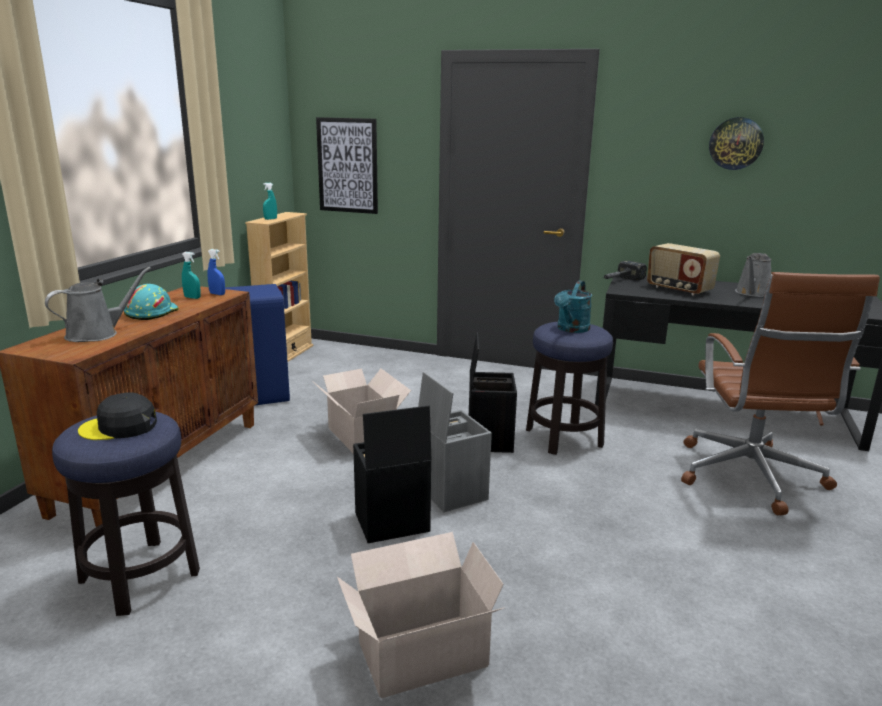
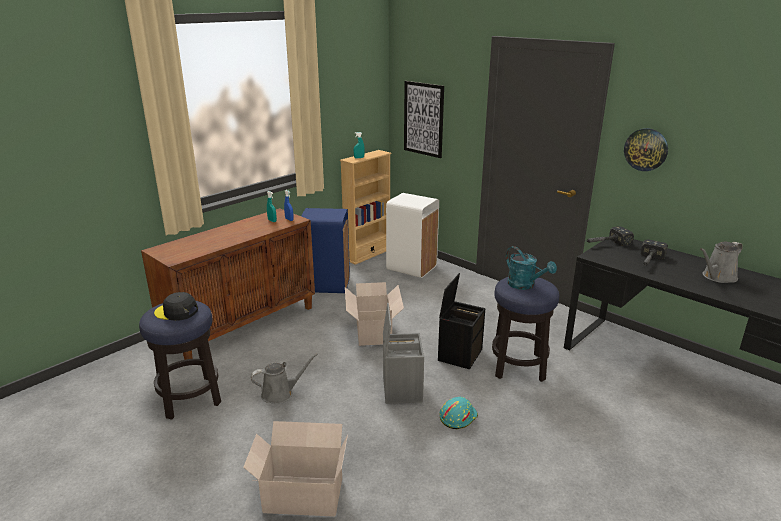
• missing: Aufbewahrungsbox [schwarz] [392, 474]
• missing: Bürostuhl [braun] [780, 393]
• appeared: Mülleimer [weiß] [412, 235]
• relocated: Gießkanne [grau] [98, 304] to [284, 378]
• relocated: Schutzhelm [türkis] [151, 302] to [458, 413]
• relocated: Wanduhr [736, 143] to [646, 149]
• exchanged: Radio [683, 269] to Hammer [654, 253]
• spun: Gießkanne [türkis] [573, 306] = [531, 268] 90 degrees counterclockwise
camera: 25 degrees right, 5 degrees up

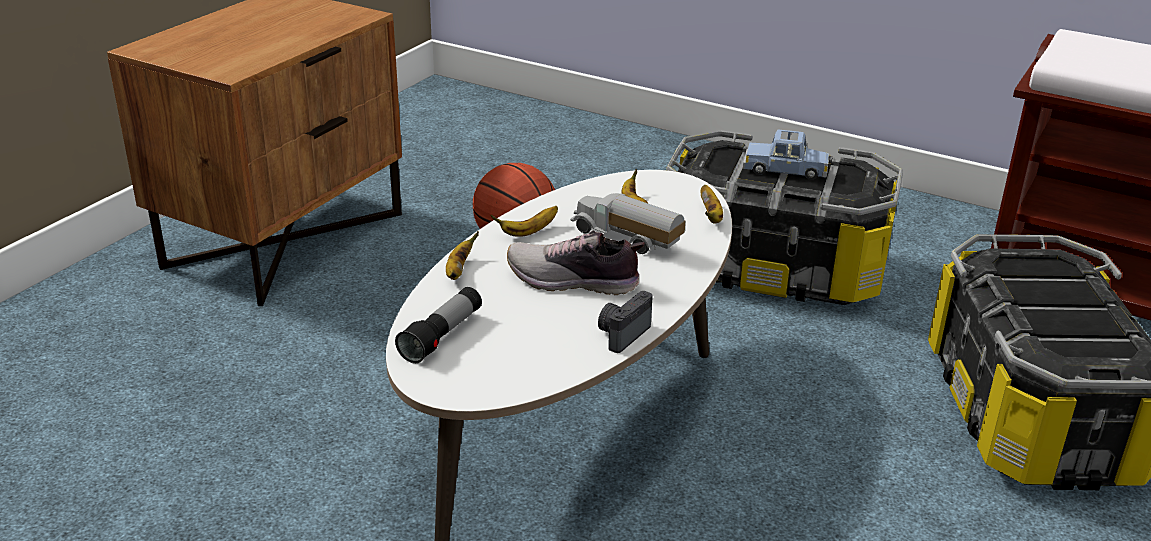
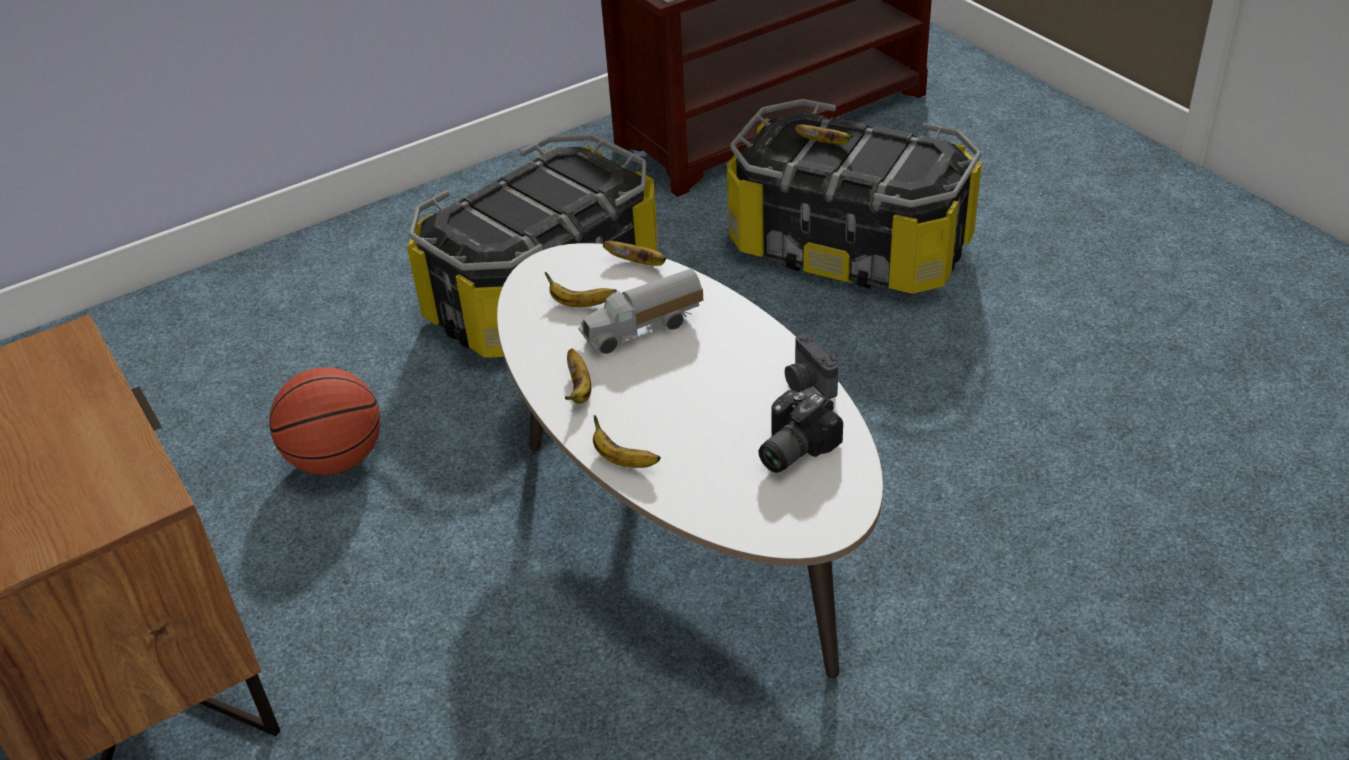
• missing: Taschenlampe [438, 325]
• missing: Schuh [576, 262]
• missing: Spielzeugauto [blau] [786, 154]
• appeared: Kamera [801, 431]
• appeared: Banane [824, 134]
camera: 60 degrees left, 10 degrees up

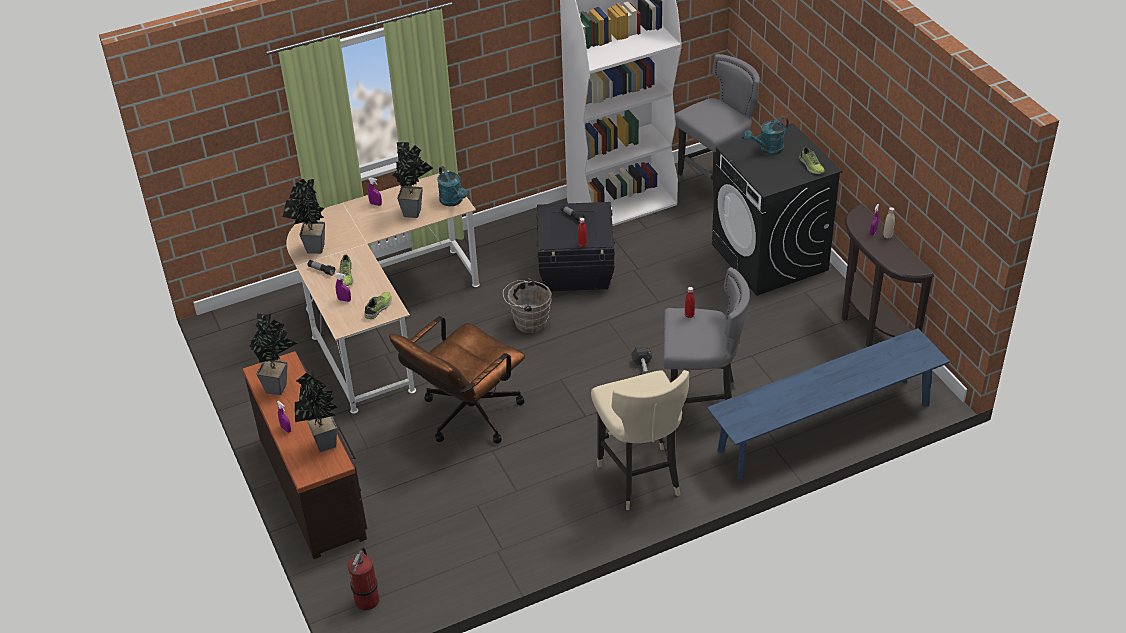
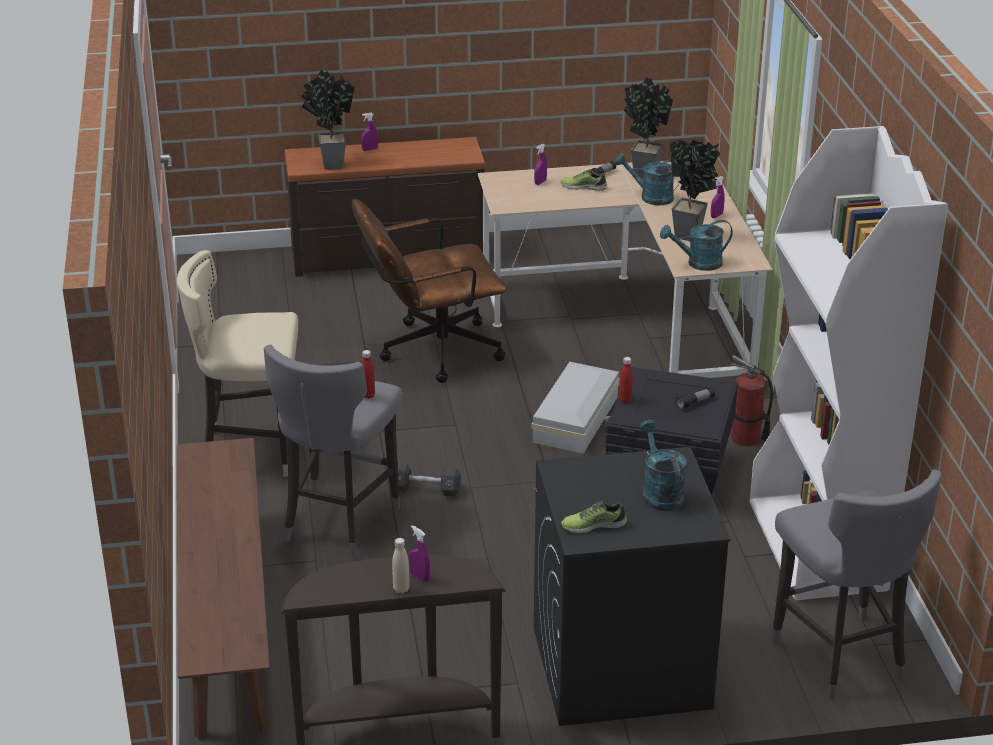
• missing: Topfpflanze [273, 354]
• missing: Schuh [377, 305]
• appeared: Gießkanne [türkis] [647, 179]
• relocated: Feuerlöscher [363, 578] to [752, 401]
• exchanged: Eimer [braun] [527, 305] to Aufbewahrungsbox [weiß] [575, 408]
• colour: Bank [blau] [828, 403] to Bank [braun] [223, 589]
• spun: Bürostuhl [braun] [457, 380] = [429, 291] 75 degrees counterclockwise
camera: 105 degrees right, 10 degrees down

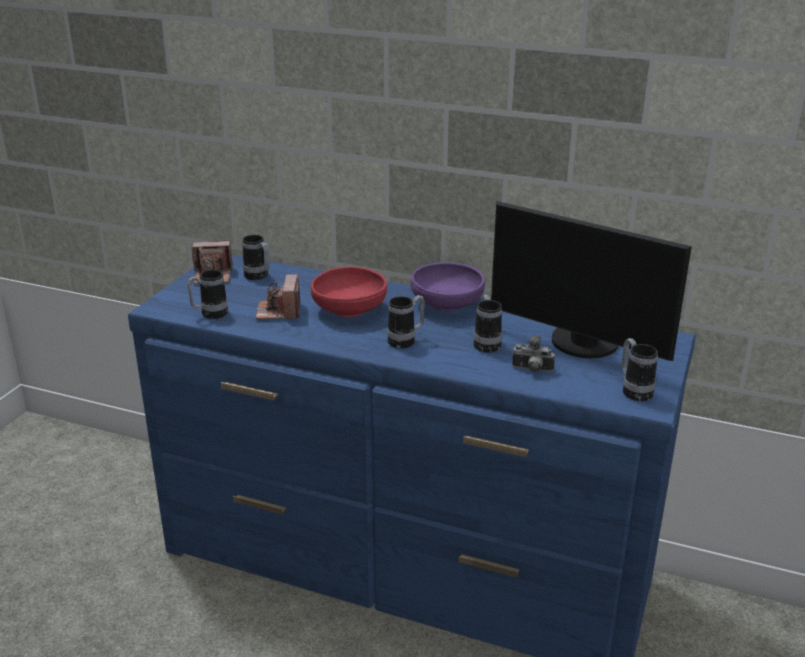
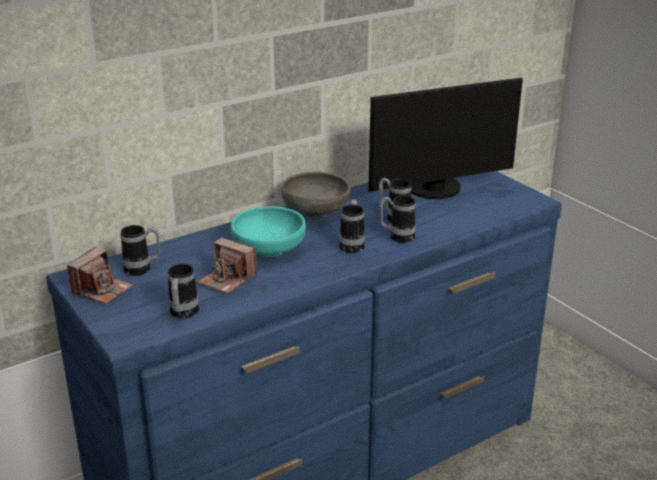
• missing: Kamera [533, 353]
• relocated: Henkelbecher [639, 369] to [398, 219]
• colour: Schüssel [rot] [349, 291] to Schüssel [türkis] [268, 231]
• colour: Schüssel [lila] [447, 287] to Schüssel [grau] [316, 194]
camera: 55 degrees left, 0 degrees up

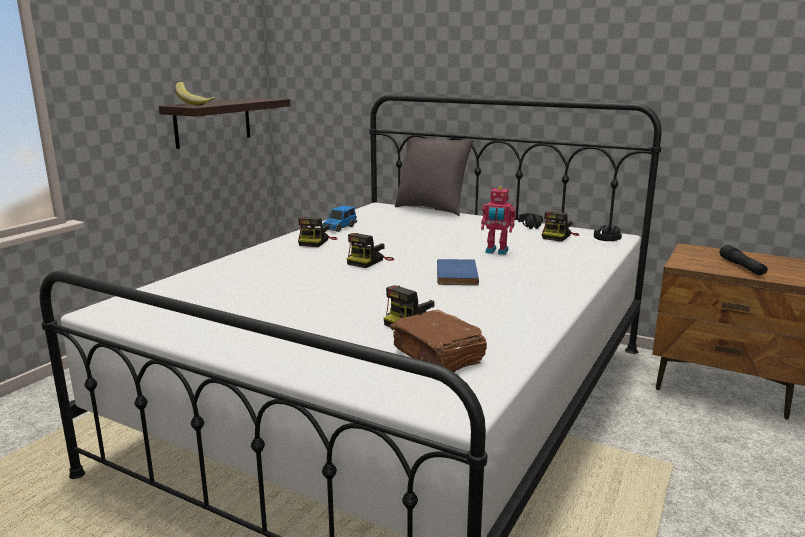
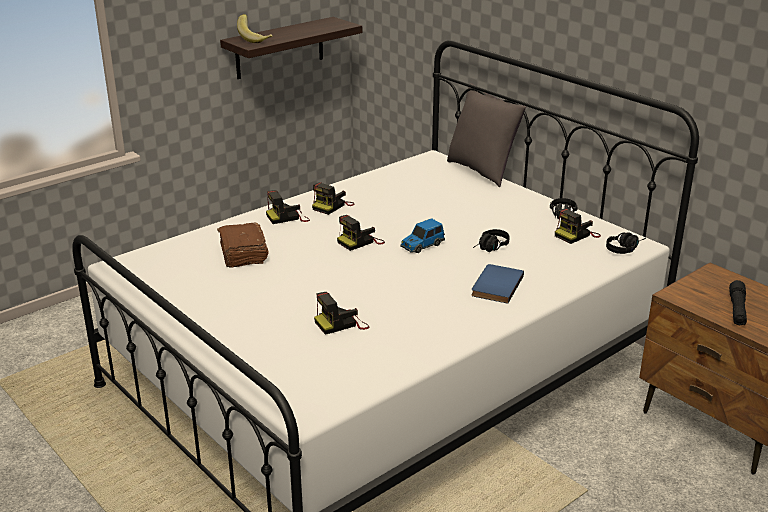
• appeared: Kamera [288, 207]
• relocated: Spielzeugauto [339, 218] to [422, 235]
• relocated: Buch [braun] [438, 341] to [243, 245]
• relocated: Buch [blau] [458, 272] to [497, 284]
• exchanged: Spielzeugroboter [498, 220] to Kopfhörer [schwarz] [491, 240]
camera: 20 degrees right, 10 degrees up

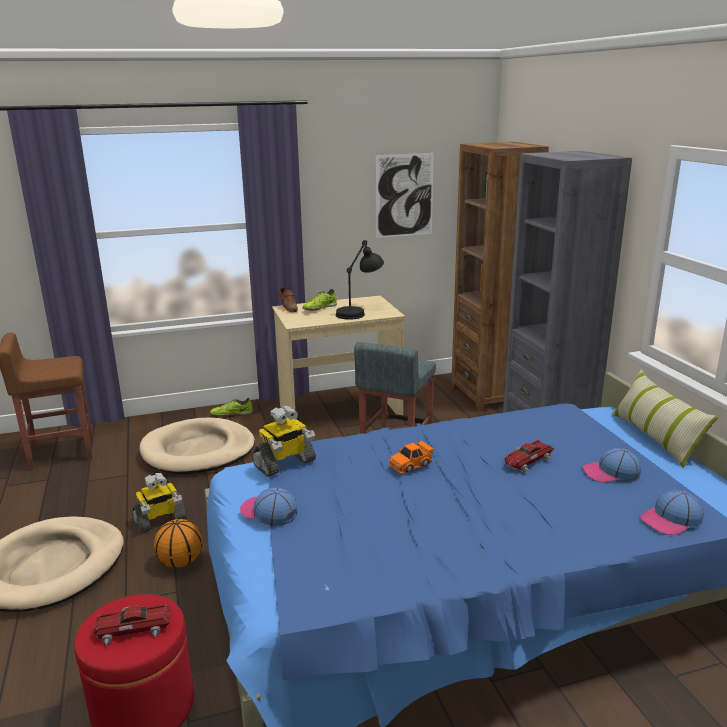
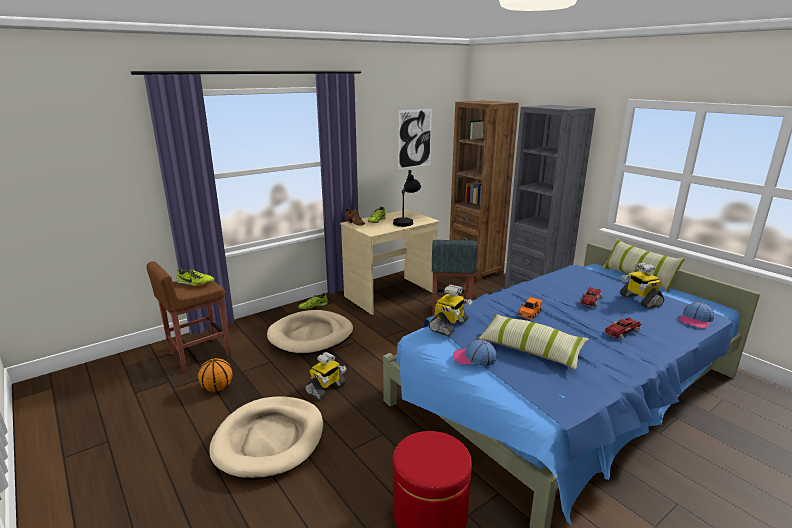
• appeared: Schuh [195, 277]
• appeared: Kissen [533, 342]
• relocated: Spielzeugauto [131, 624] to [623, 328]
• relocated: Basketball [178, 543] to [215, 375]
• exchanged: Kappe [611, 465] to Spielzeugroboter [642, 286]
camera: 20 degrees left, 0 degrees up

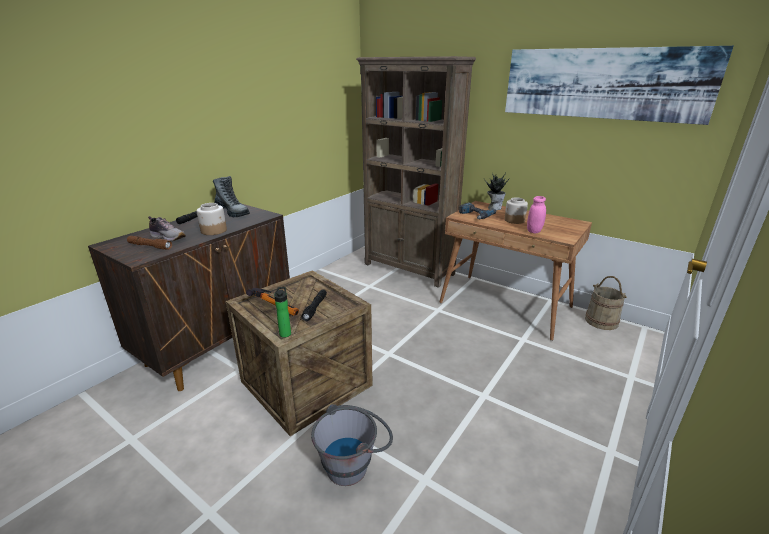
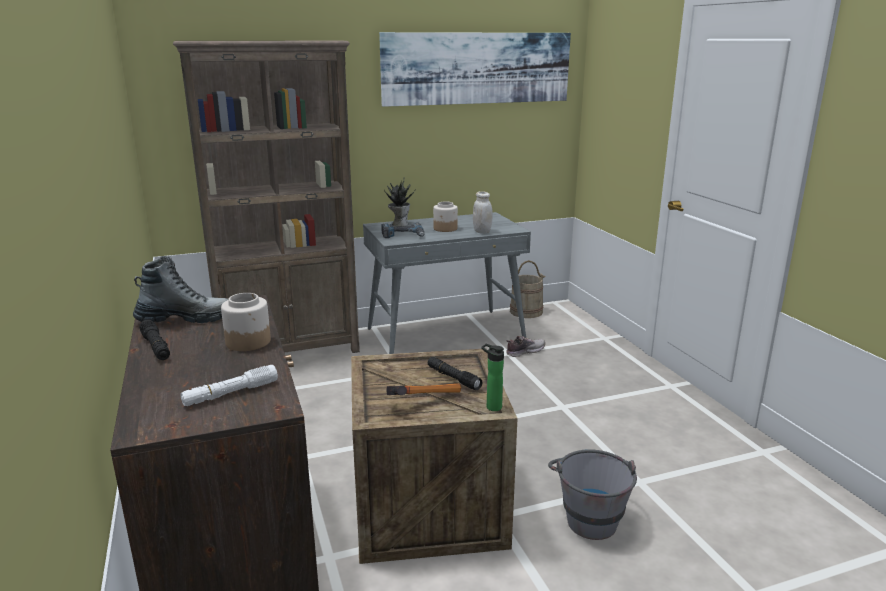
• relocated: Schuh [167, 228] to [525, 346]
• colour: Taschenlampe [braun] [149, 243] to Taschenlampe [weiß] [229, 385]
• colour: Schreibtisch [braun] [515, 271] to Schreibtisch [grau] [447, 283]
• colour: Vorratsglas [rosa] [536, 214] to Vorratsglas [weiß] [483, 212]
camera: 55 degrees left, 5 degrees down

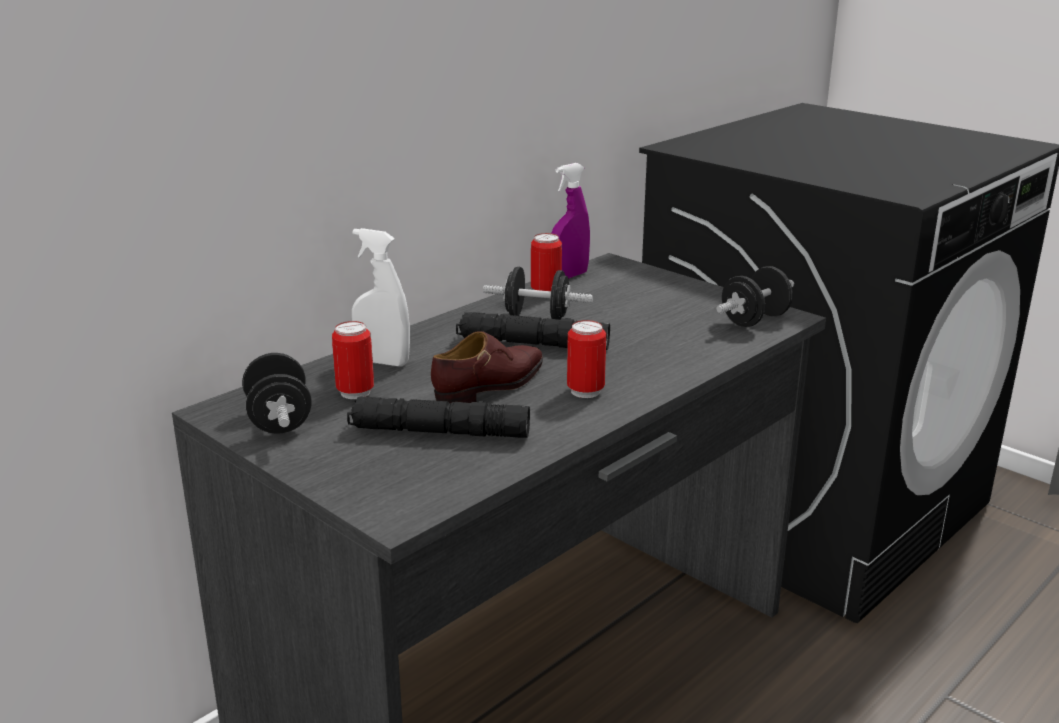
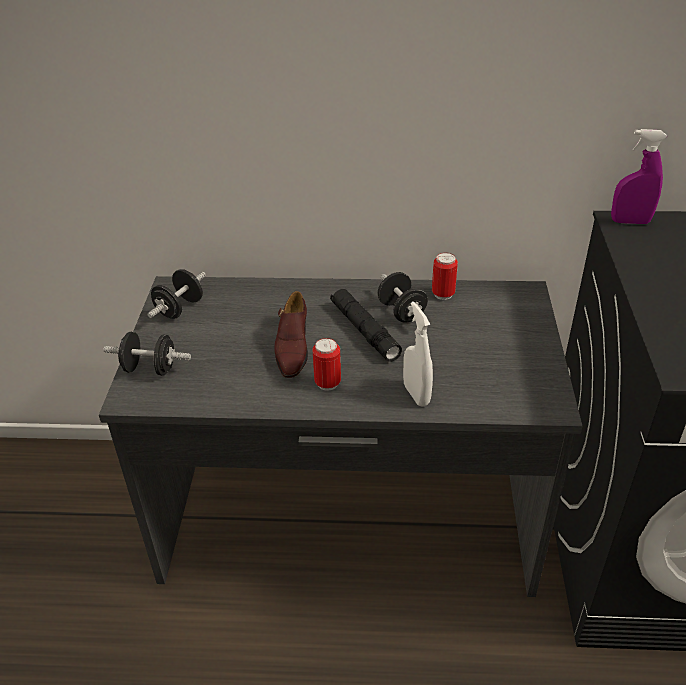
• missing: Dose [353, 360]
• missing: Taschenlampe [schwarz] [438, 417]
• relocated: Sprühflasche [weiß] [381, 297] to [418, 354]
• relocated: Sprühflasche [lila] [571, 221] to [639, 176]
• relocated: Hantel [schwarz] [755, 296] to [147, 354]
• spun: Schuh [braun] [487, 367] = [291, 334] 90 degrees clockwise
camera: 50 degrees right, 15 degrees up

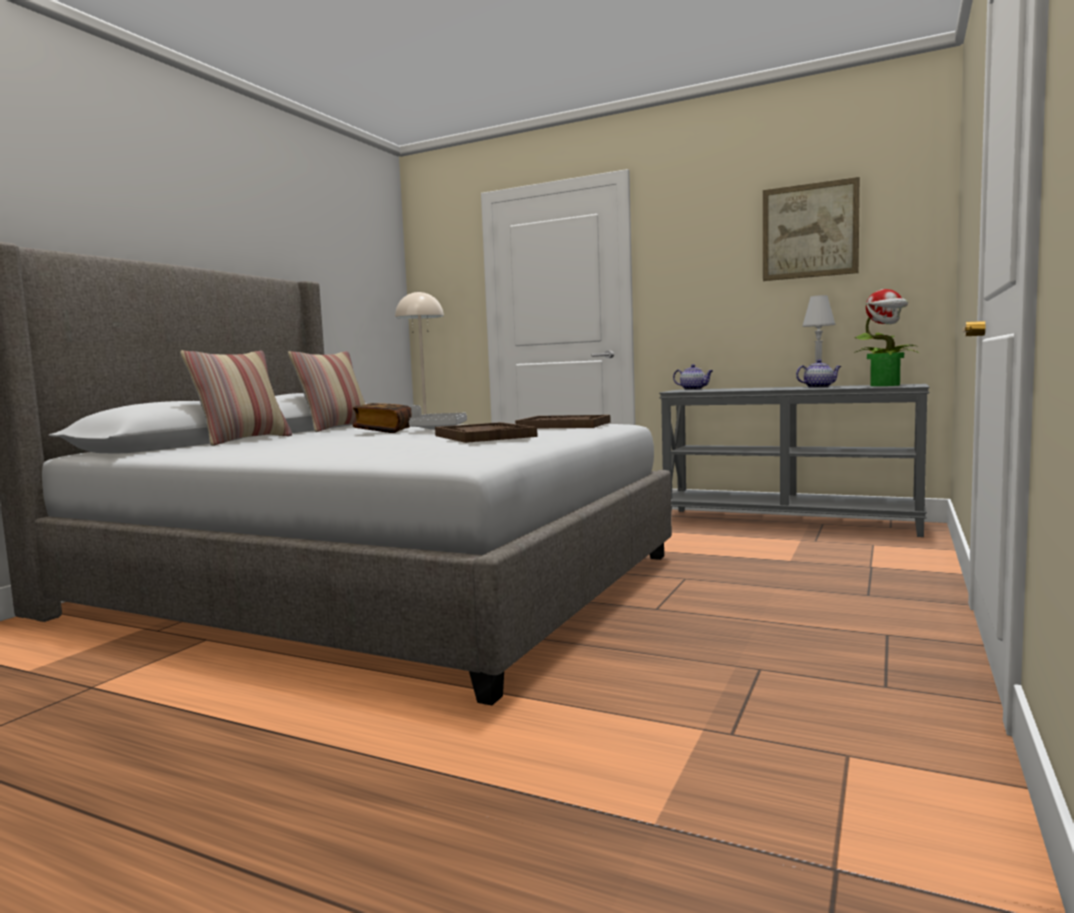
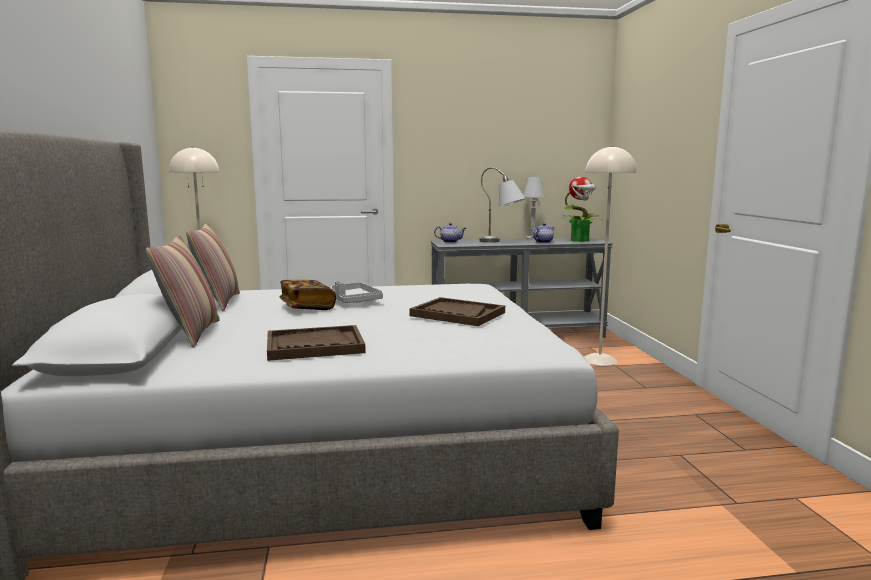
• missing: Bild [811, 229]
• appeared: Tischlampe [grau] [502, 205]
• appeared: Stehlampe [beige] [610, 255]
• relocated: Tablett [braun] [562, 421] to [316, 343]
camera: 35 degrees left, 5 degrees up

